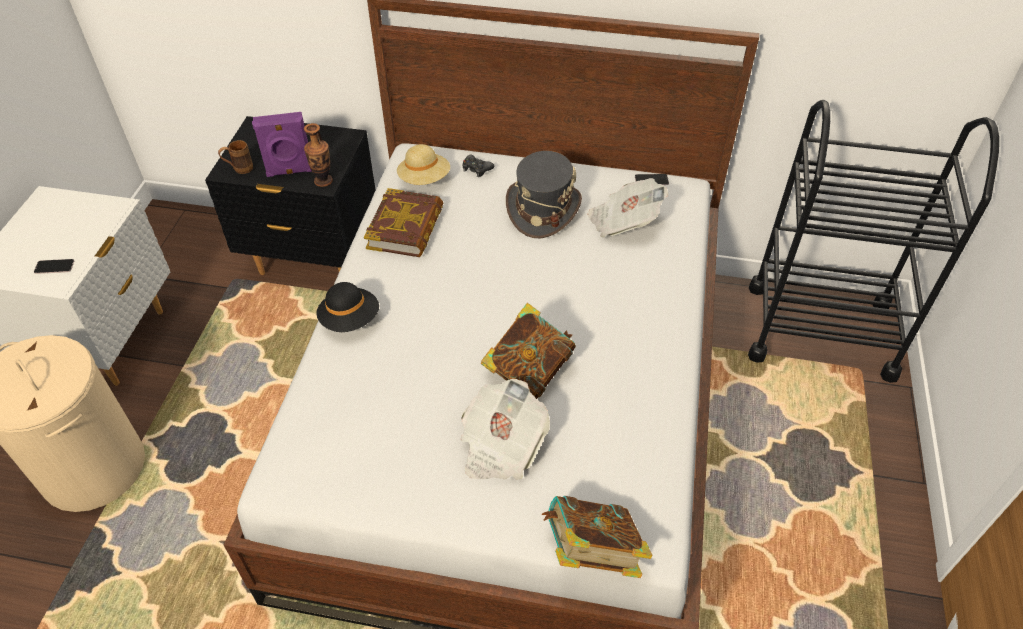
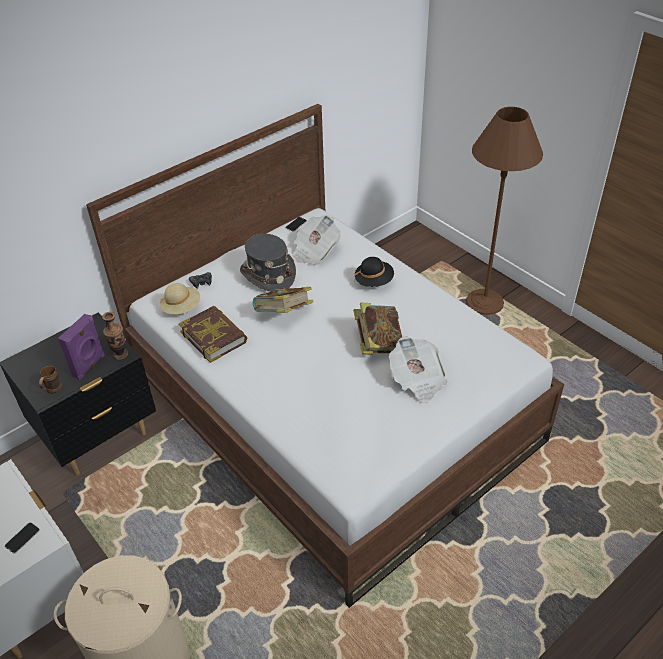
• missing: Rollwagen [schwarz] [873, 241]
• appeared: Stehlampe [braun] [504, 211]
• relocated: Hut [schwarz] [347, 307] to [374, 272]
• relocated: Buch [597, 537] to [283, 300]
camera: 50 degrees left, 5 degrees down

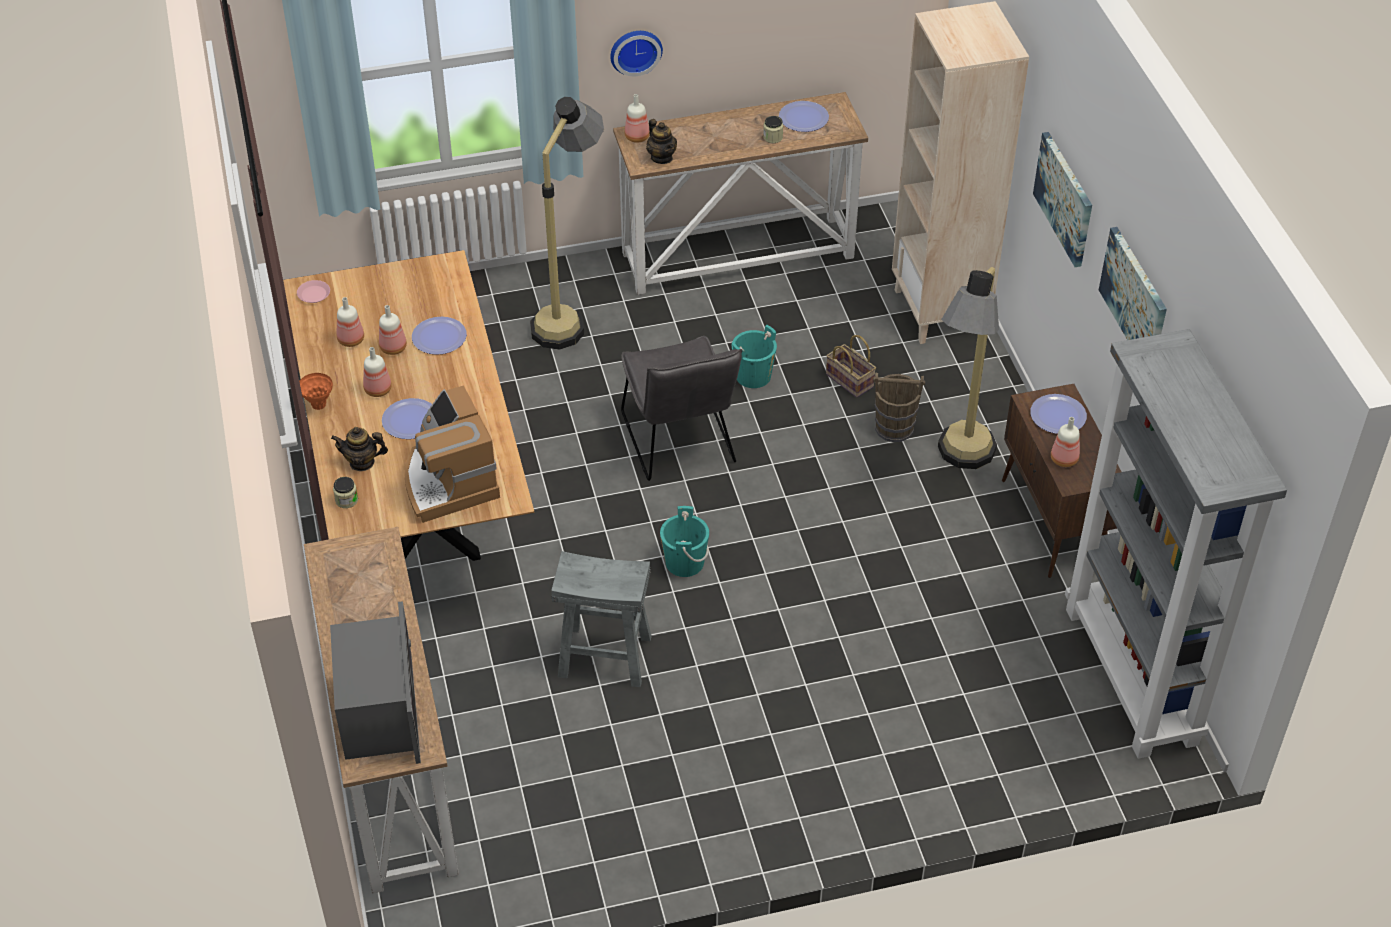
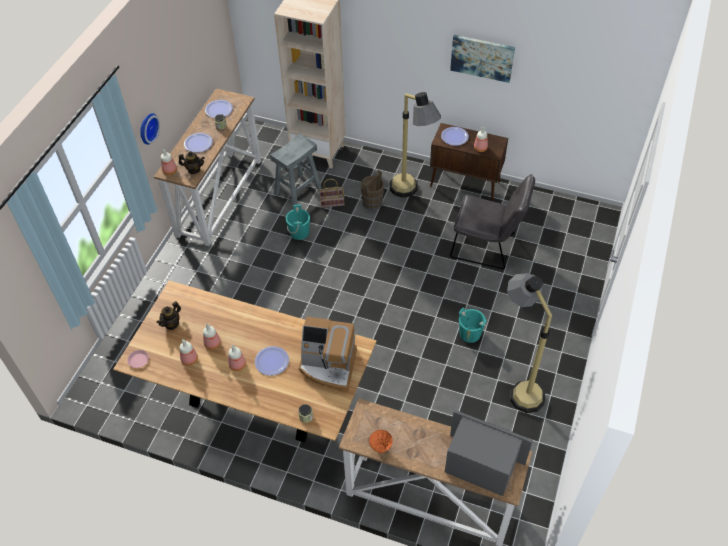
• missing: Bild [1062, 199]
• missing: Bücherregal [grau] [1176, 544]
• relocated: Vase [orange] [316, 391] to [381, 441]
• relocated: Teekanne [359, 449] to [168, 315]
• relocated: Teller [439, 336] to [198, 143]
• relocated: Stehlampe [567, 223] to [529, 343]
• relocated: Hocker [grau] [601, 619] to [296, 170]
• relocated: Stuhl [grau] [682, 408] to [492, 221]
• relocated: Eimer [türkis] [684, 541] to [473, 325]
camera: 55 degrees left, 5 degrees up

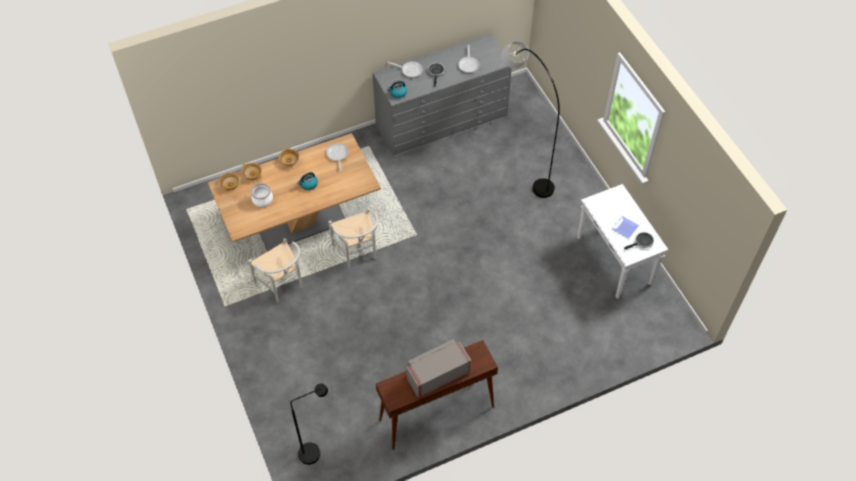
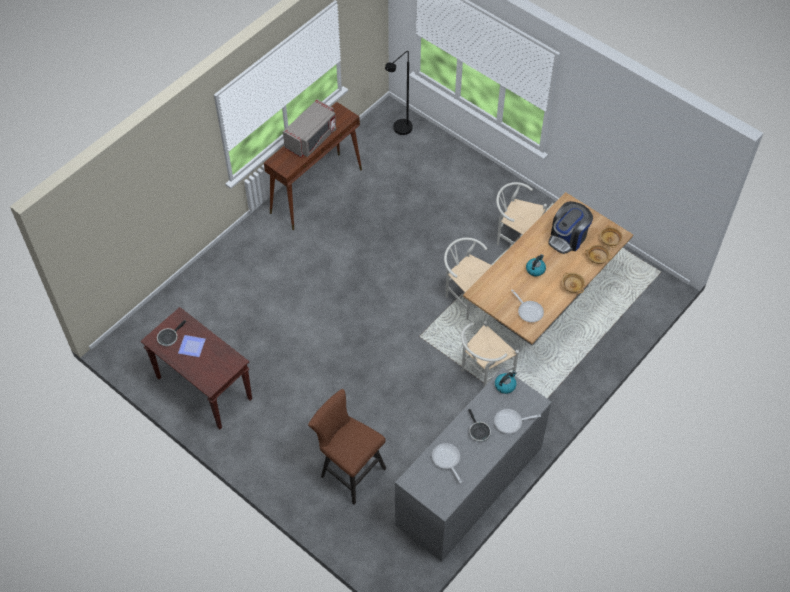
• appeared: Stuhl [weiß] [490, 354]
• exchanged: Kochtopf [262, 195] to Kaffeemaschine [570, 227]
• exchanged: Stehlampe [grau] [531, 119] to Hocker [braun] [347, 447]
• colour: Konsolentisch [weiß] [622, 241] to Konsolentisch [braun] [196, 368]
camera: 155 degrees right, 0 degrees up

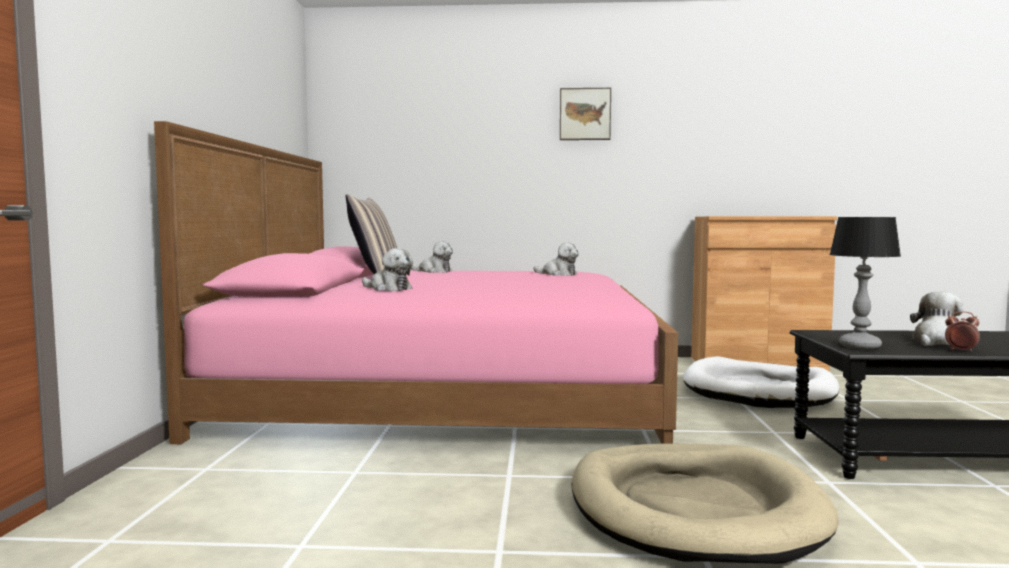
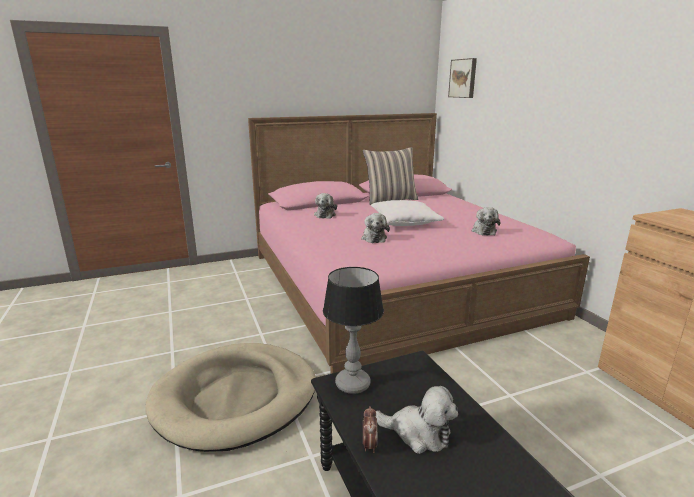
• missing: Hundebett [weiß] [761, 382]
• appeared: Kissen [weiß] [407, 213]
• relocated: Plüschtier [432, 257] to [375, 228]
• relocated: Bild [585, 114] to [462, 78]
camera: 65 degrees right, 15 degrees up

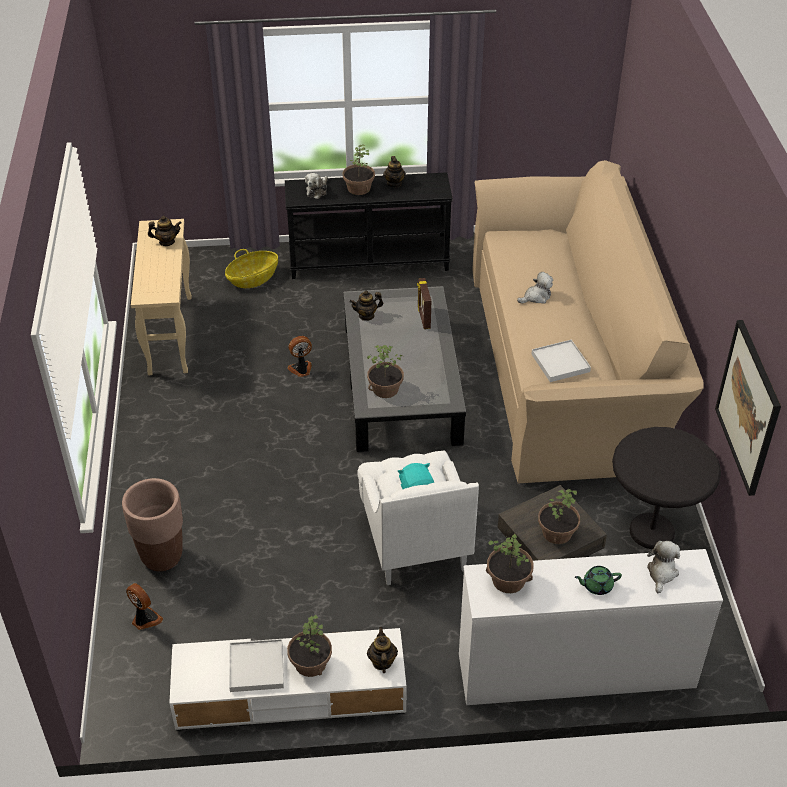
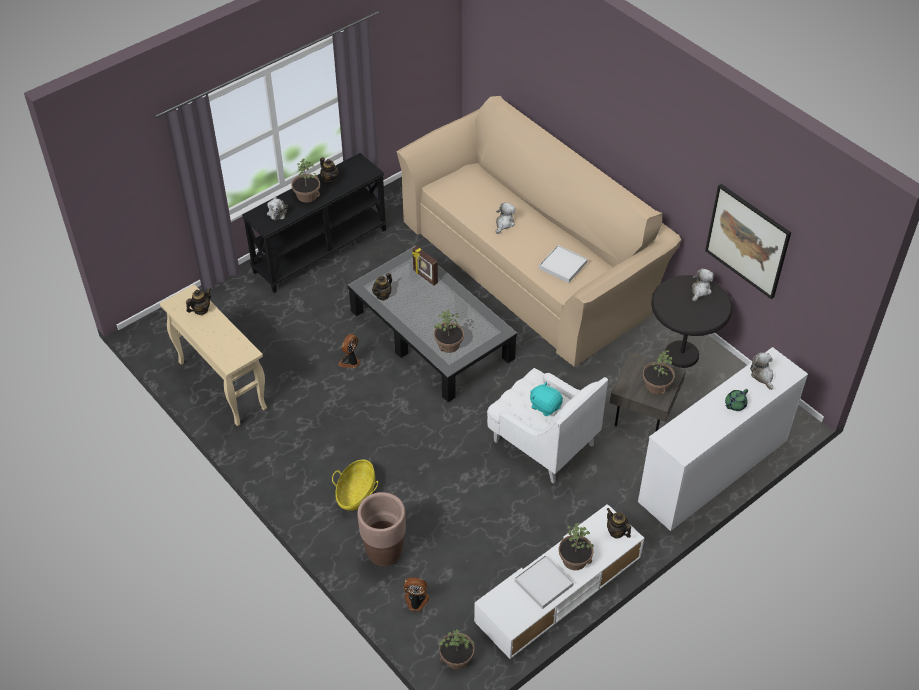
• appeared: Plüschtier [703, 285]
• relocated: Korb [251, 268] to [355, 485]
• relocated: Topfpflanze [509, 563] to [457, 649]
camera: 35 degrees left, 5 degrees up

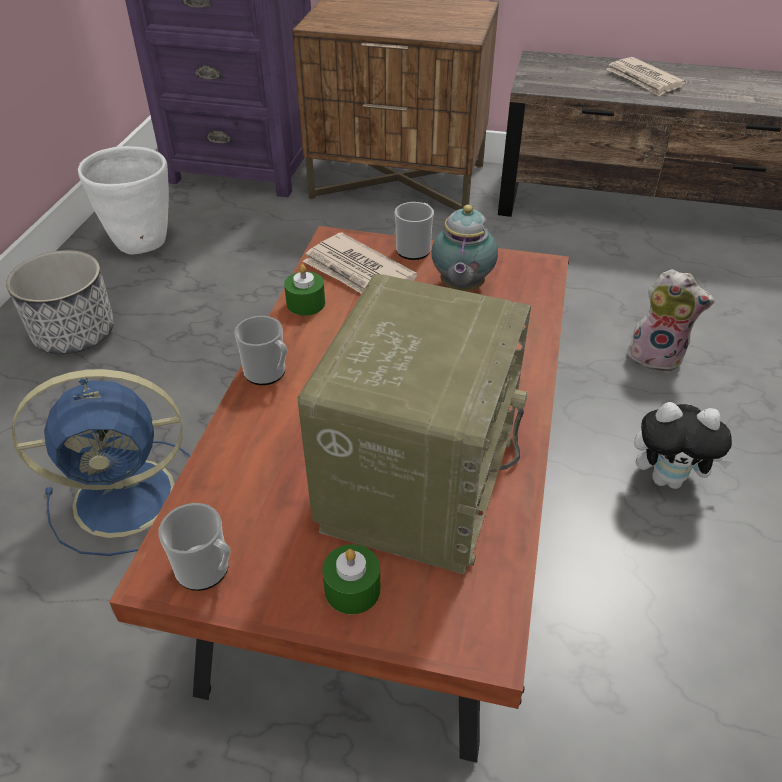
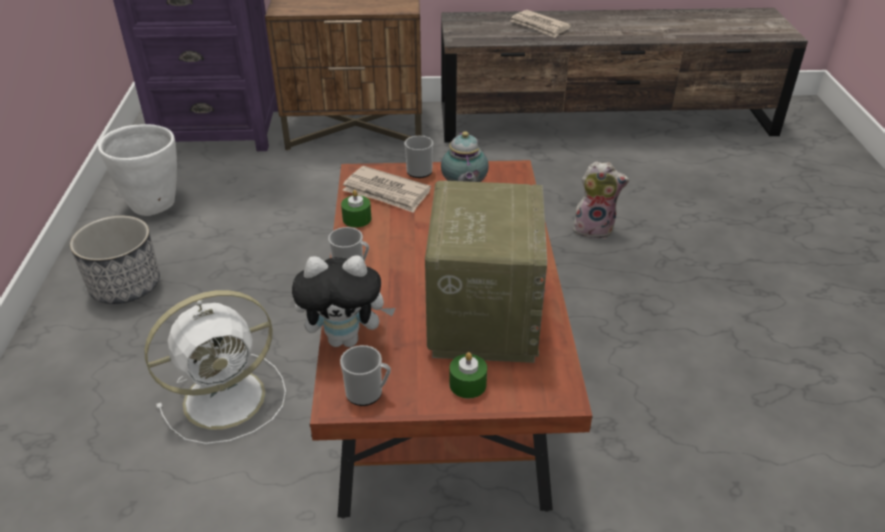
• relocated: Plüschtier [683, 445] to [344, 301]
• colour: Ventilator [blau] [101, 462] to Ventilator [weiß] [215, 367]
camera: 15 degrees left, 5 degrees down

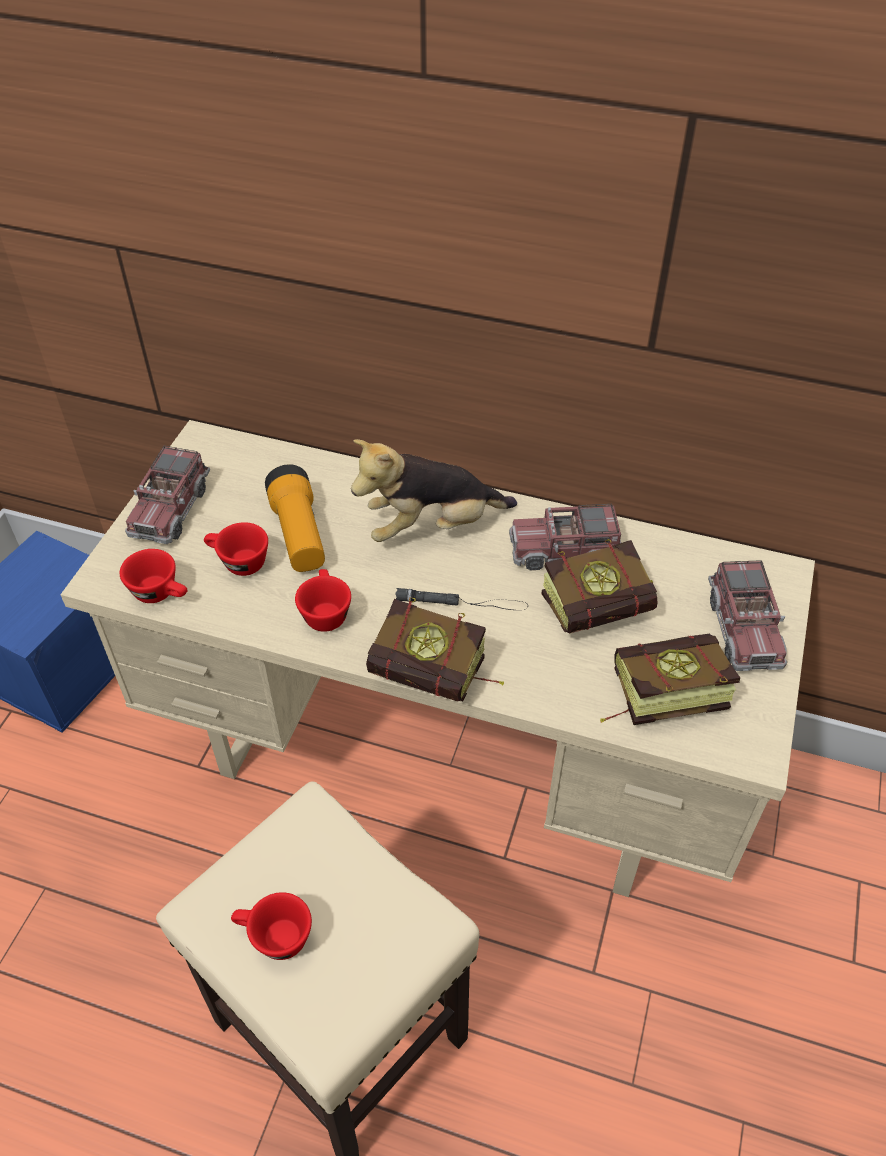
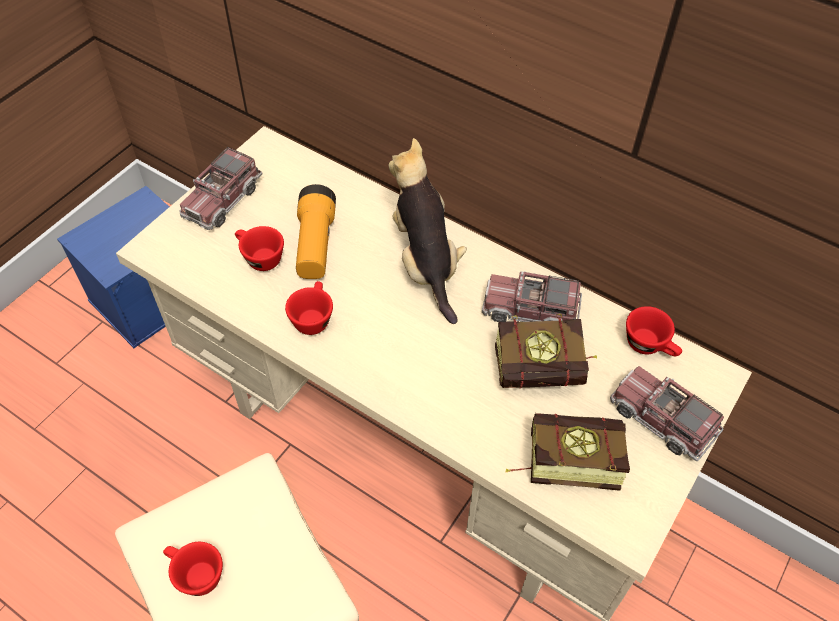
• missing: Buch [435, 649]
• missing: Taschenlampe [schwarz] [461, 599]
• relocated: Tasse [rot] [153, 576] to [654, 331]
• spun: Plüschtier [434, 490] = [427, 231] 75 degrees clockwise
• spun: Spielzeuglaster [747, 615] = [667, 413] 120 degrees clockwise
camera: 15 degrees right, 5 degrees up

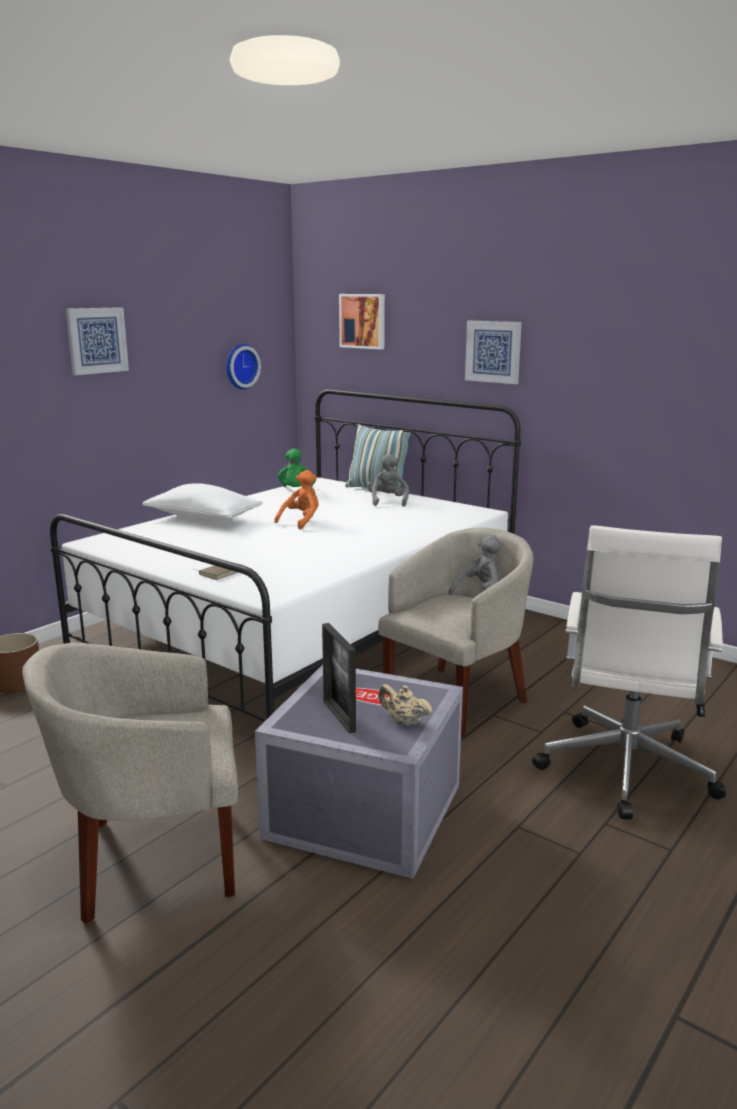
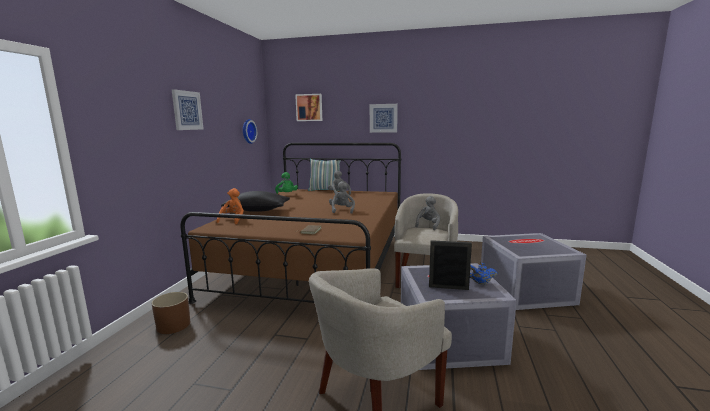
• appeared: Plüschtier [grau] [342, 197]
• relocated: Plüschtier [orange] [296, 500] to [230, 206]
• exchanged: Bürostuhl [weiß] [629, 672] to Aufbewahrungsbox [grau] [534, 271]
• colour: Bett [weiß] [285, 555] to Bett [braun] [290, 223]
• colour: Kissen [weiß] [202, 502] to Kissen [schwarz] [255, 201]
• colour: Teekanne [beige] [405, 705] to Teekanne [blau] [483, 274]
• spun: Bilderrahmen [339, 678] = [450, 265] 150 degrees clockwise
camera: 25 degrees left, 5 degrees down

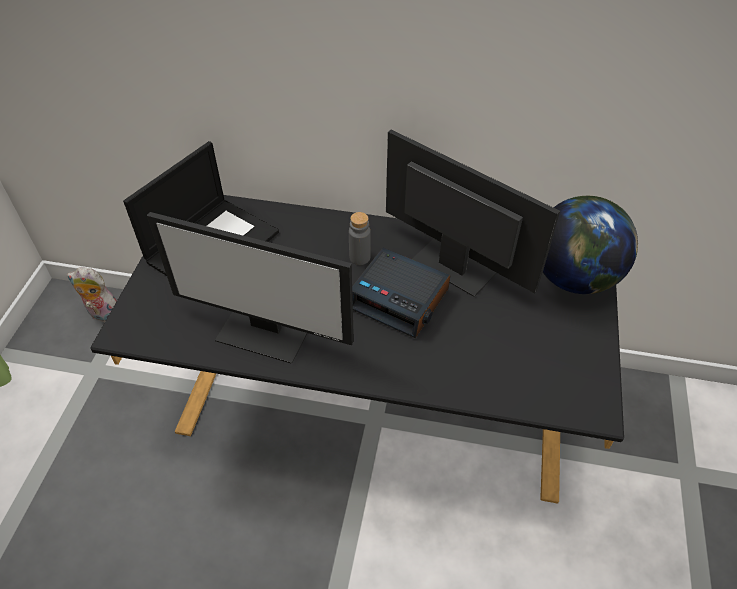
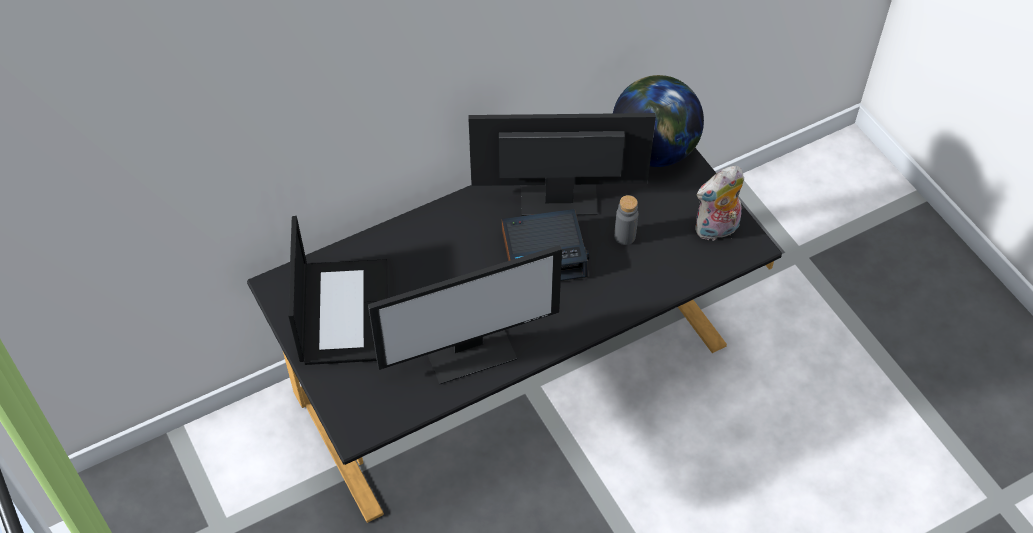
• relocated: Plüschtier [92, 295] to [719, 203]
• relocated: Flasche [grau] [360, 238] to [626, 220]
camera: 40 degrees left, 5 degrees up

